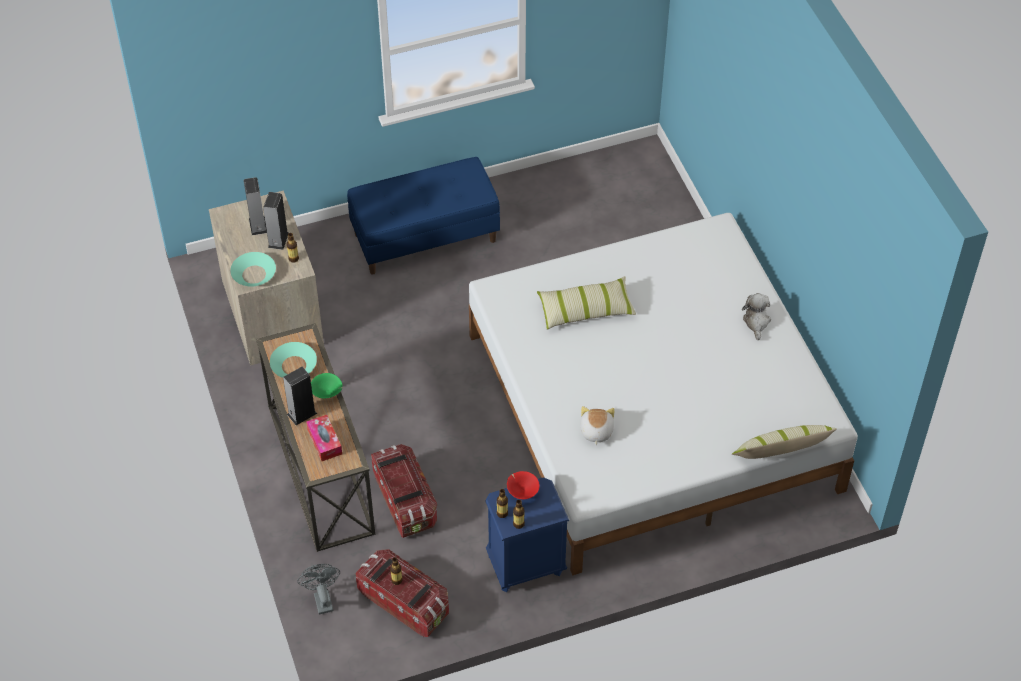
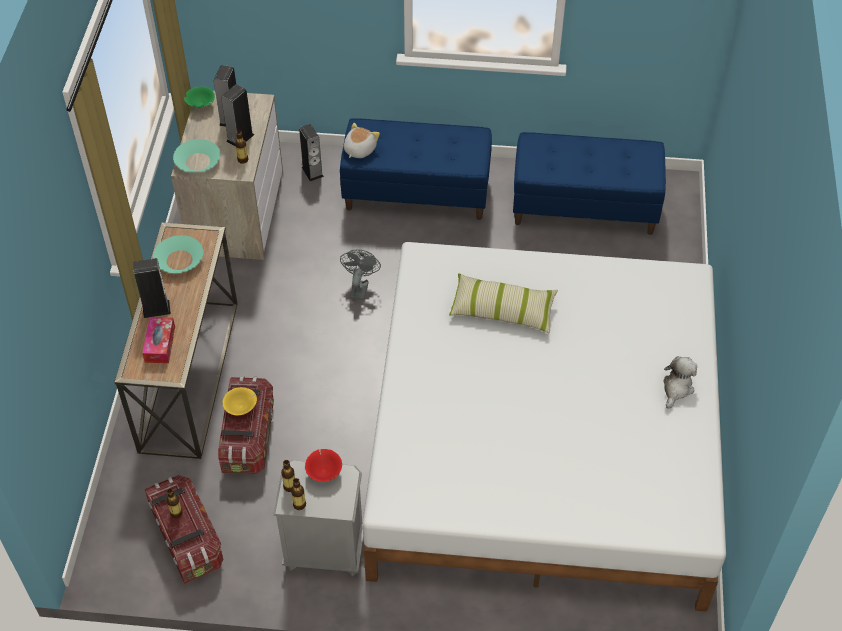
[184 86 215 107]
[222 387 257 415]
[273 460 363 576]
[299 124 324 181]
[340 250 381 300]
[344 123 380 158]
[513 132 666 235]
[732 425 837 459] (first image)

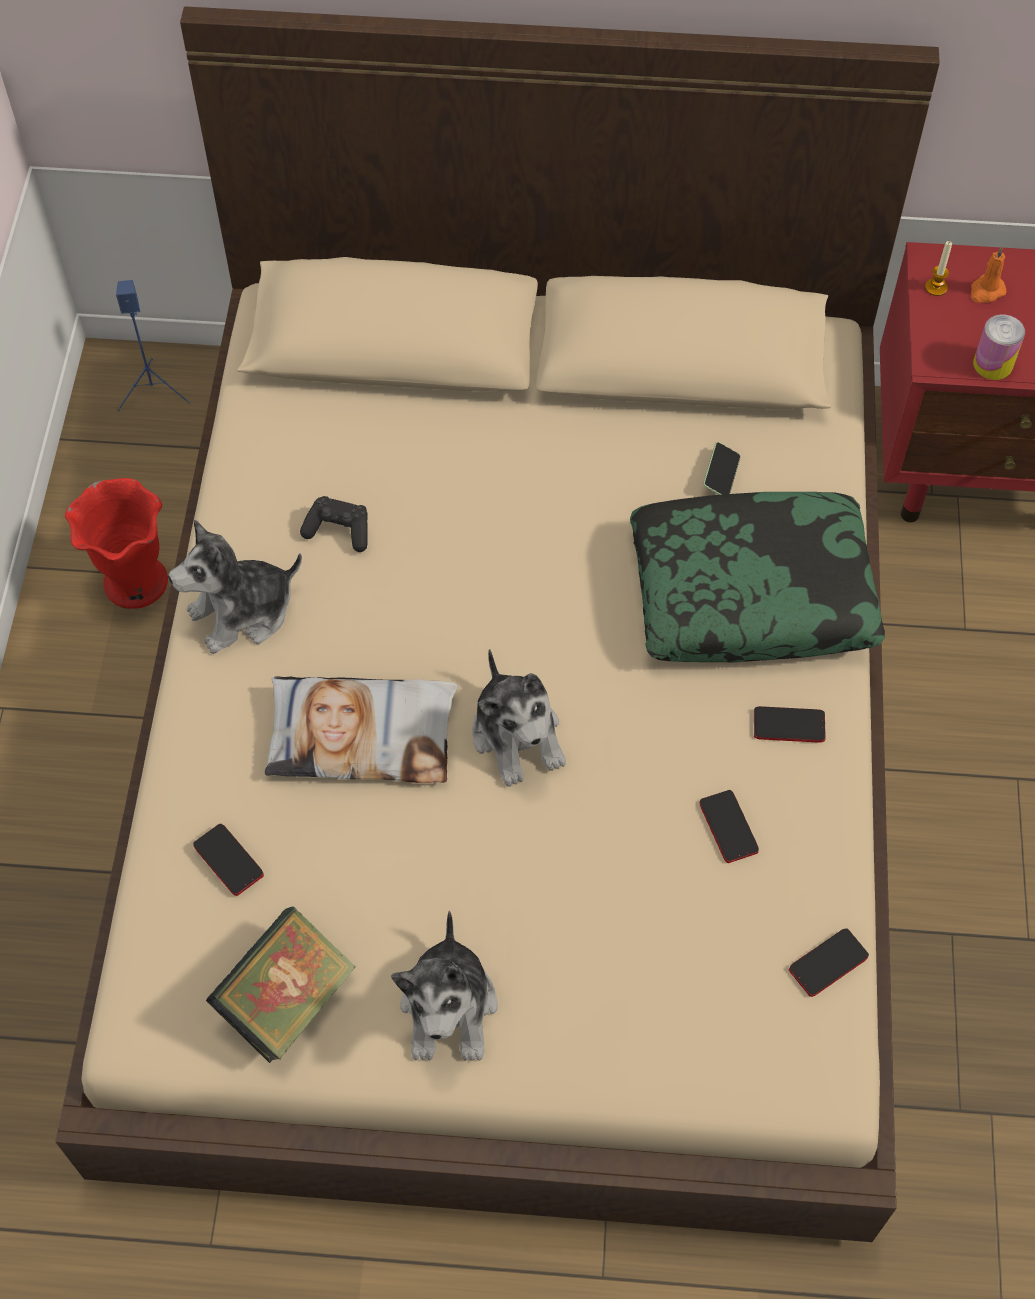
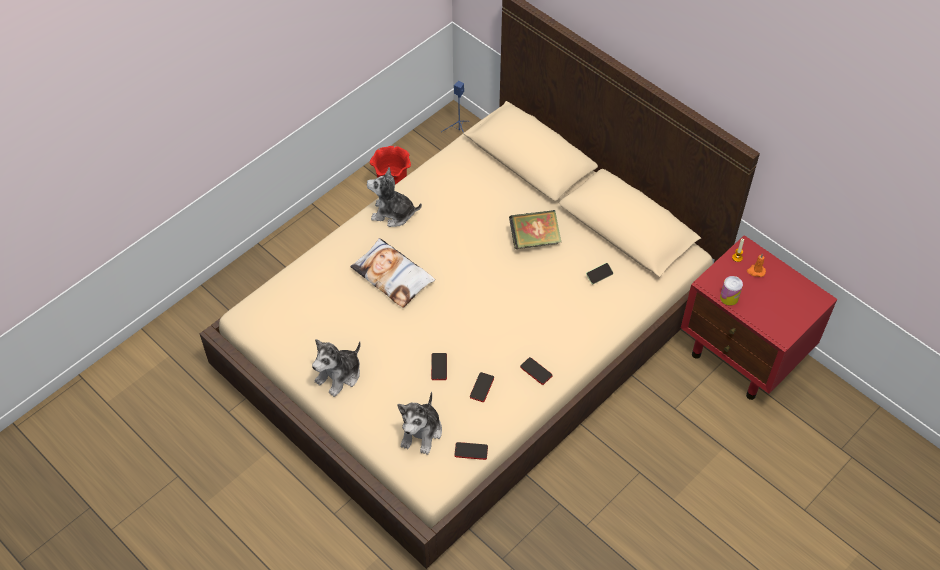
[397 392 442 455]
[431 353 447 380]
[509 210 561 249]
[300 496 368 552] (first image)
[630 492 885 662] (first image)

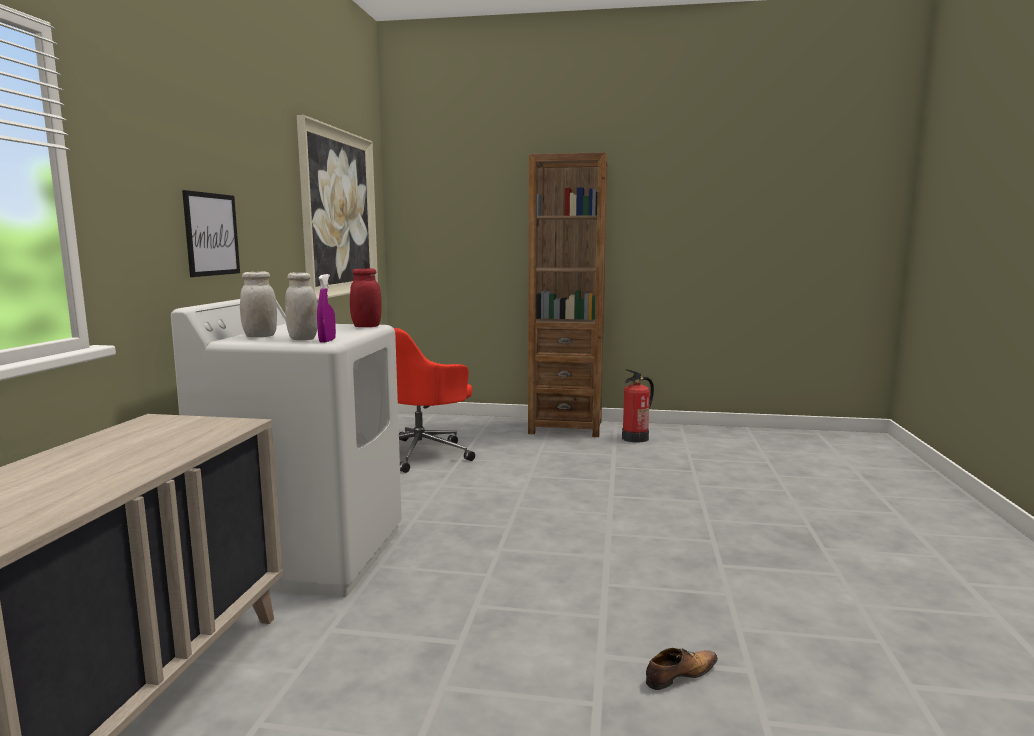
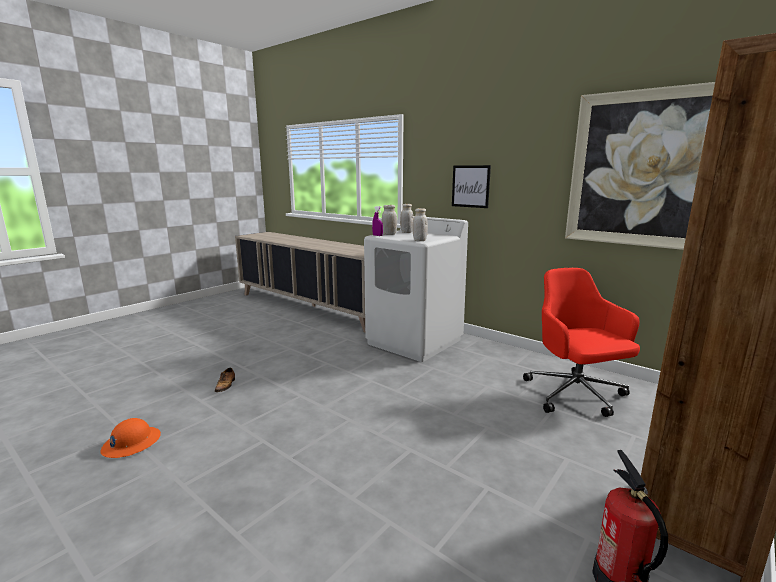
[100 418 161 458]
[412 208 428 241]

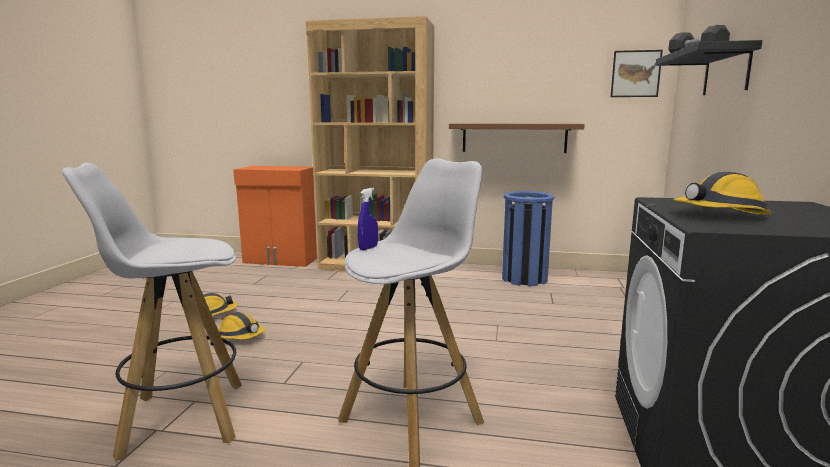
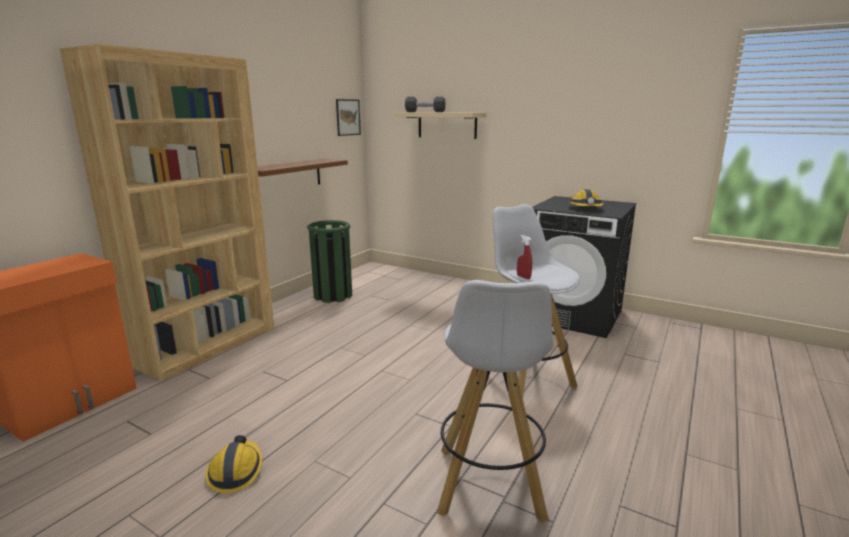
[307 220 352 303]
[395 112 486 139]
[517 235 532 279]
[218 312 265 339] (first image)

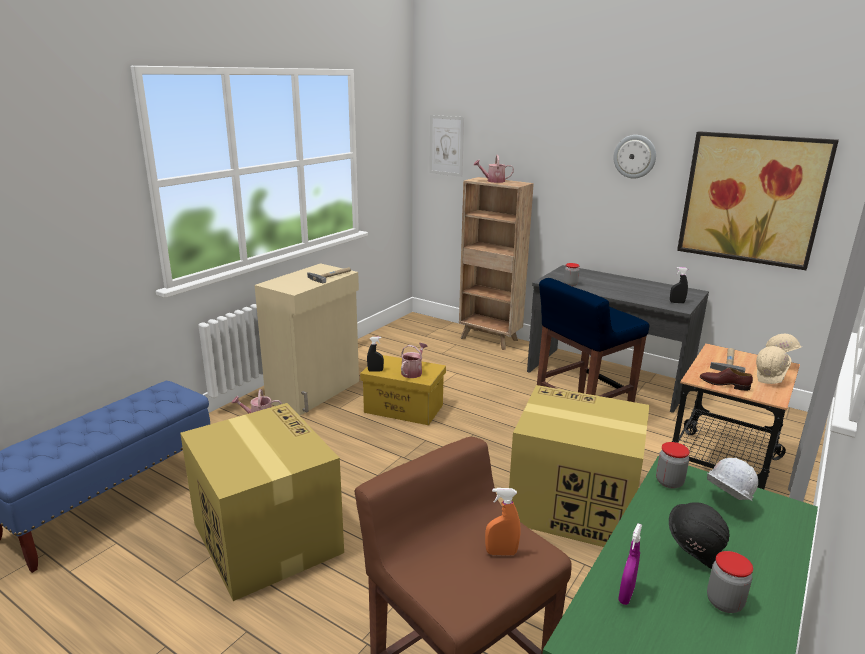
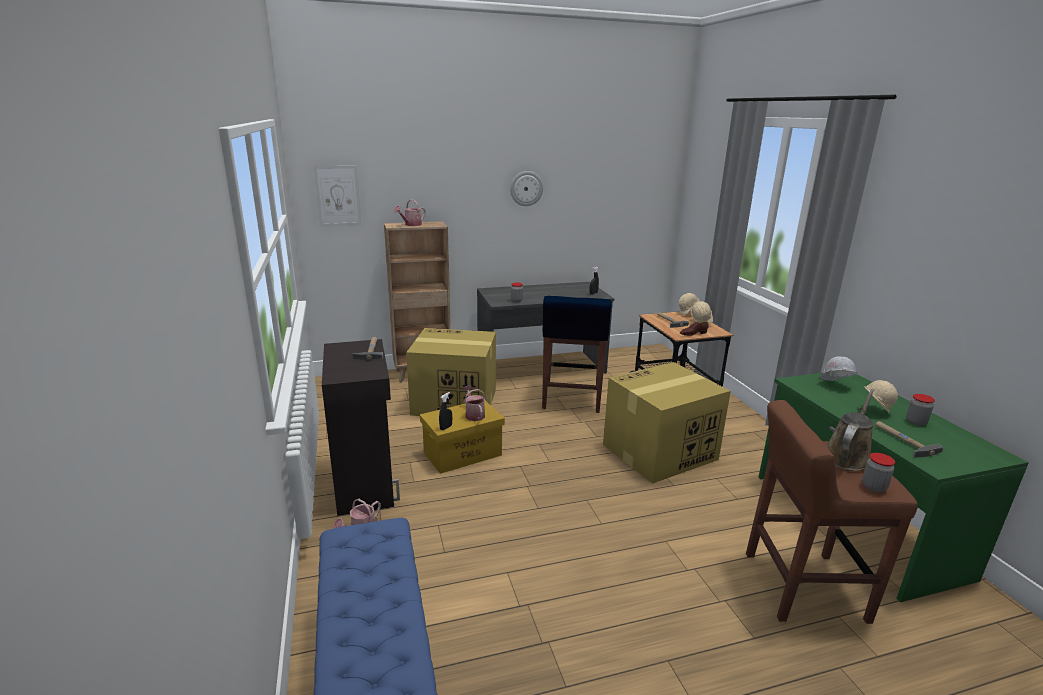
[322 339 400 516]
[406 328 496 416]
[827 389 874 471]
[862 453 895 492]
[864 380 898 413]
[875 421 943 458]
[677 131 839 270] (first image)

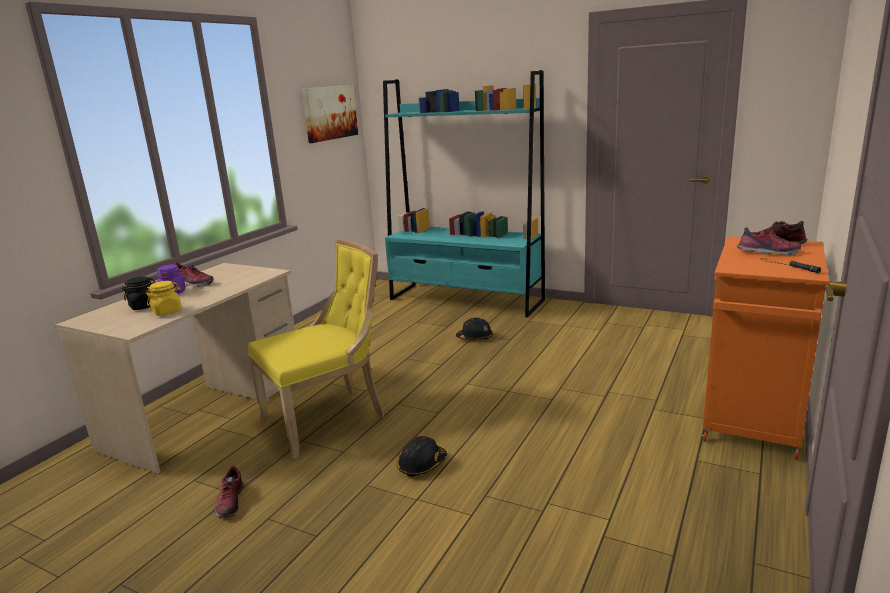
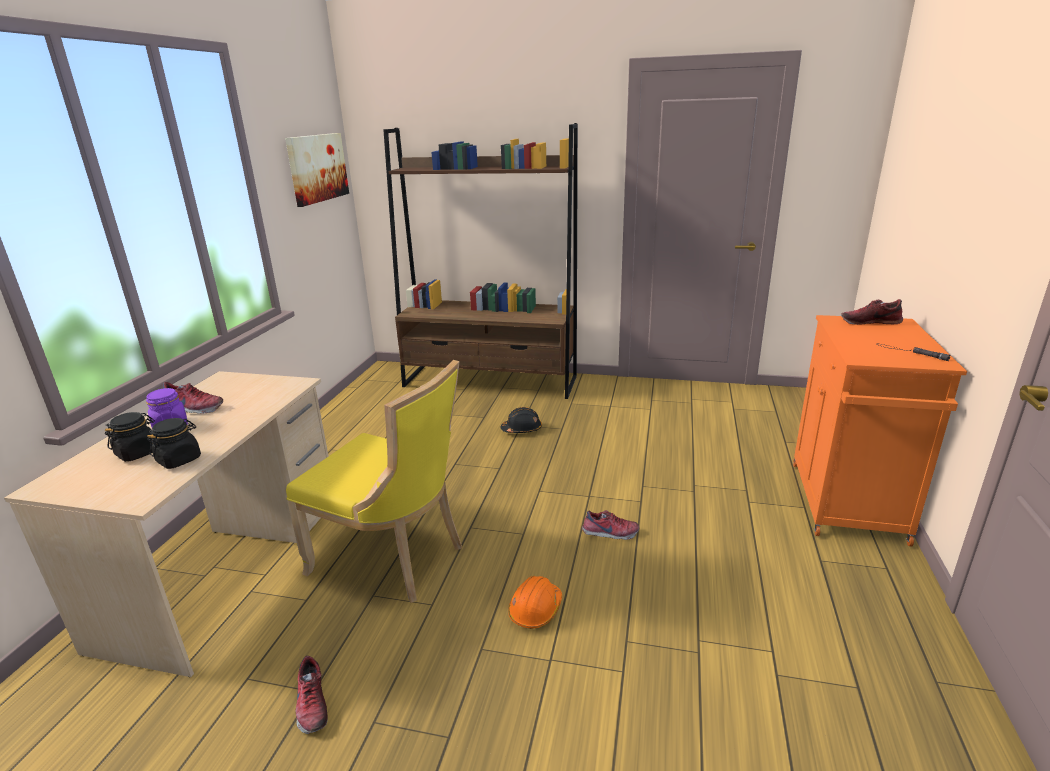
[147 418 201 469]
[286 360 462 603]
[383 123 578 399]
[508 576 562 629]
[581 510 639 540]

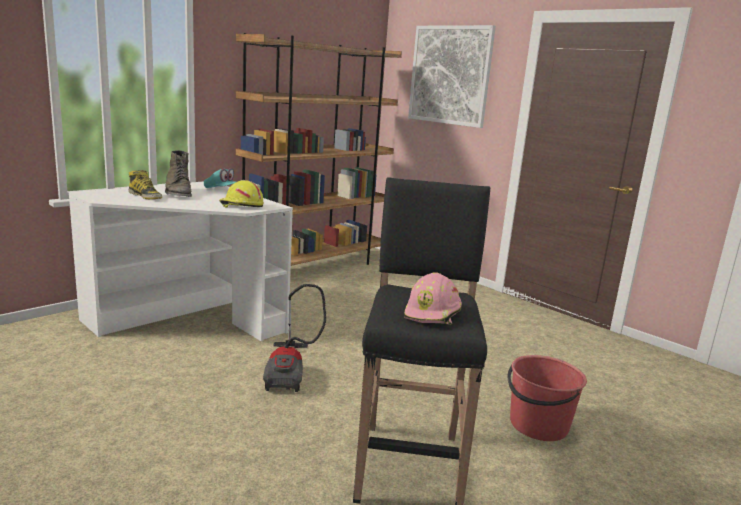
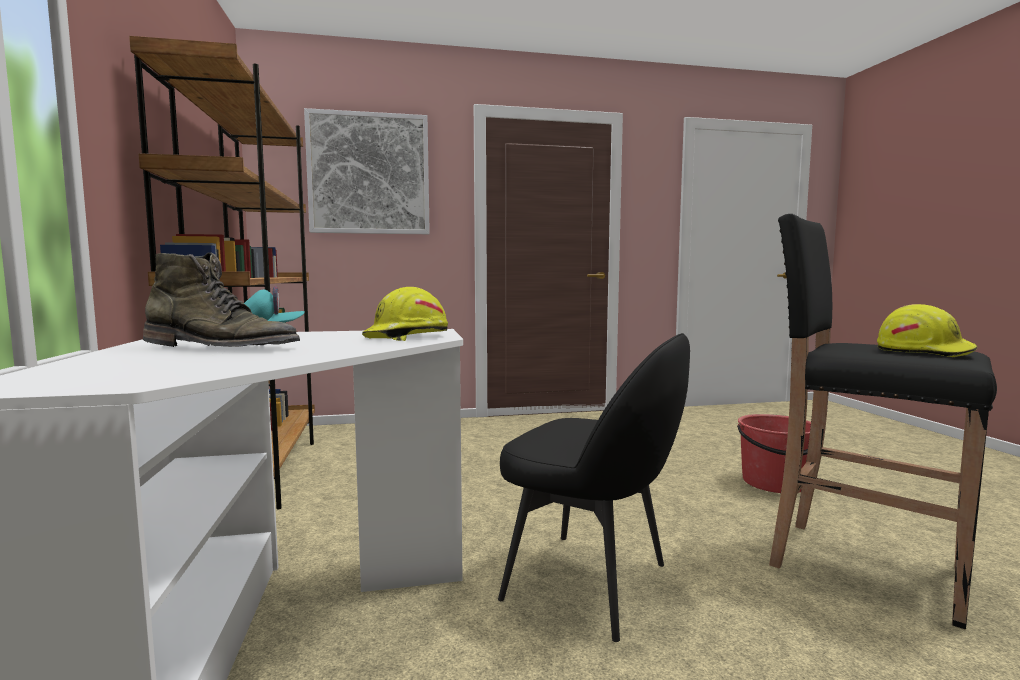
[498 333 690 642]
[877 304 978 357]
[129 170 162 199] (first image)

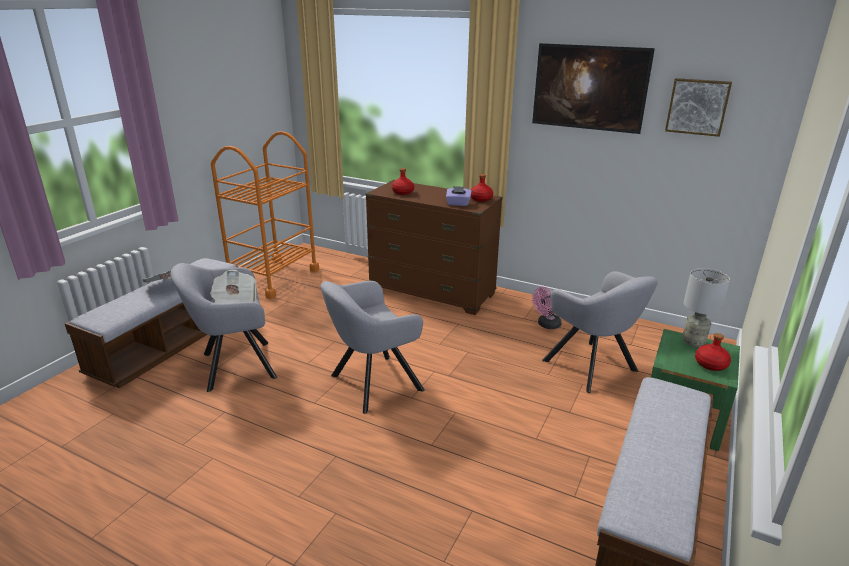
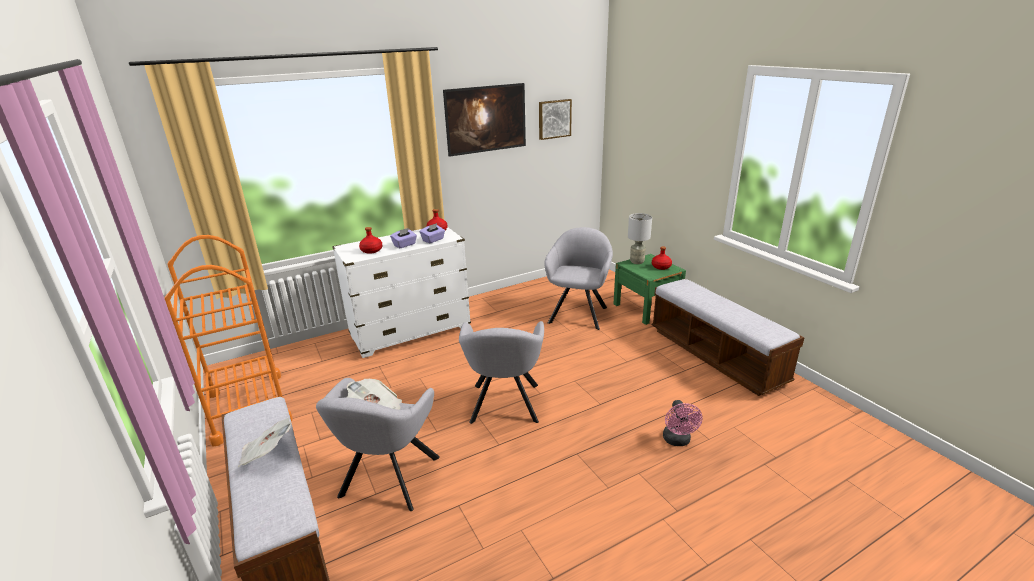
[332 226 471 358]
[390 228 417 248]
[544 227 613 330]
[663 400 703 446]

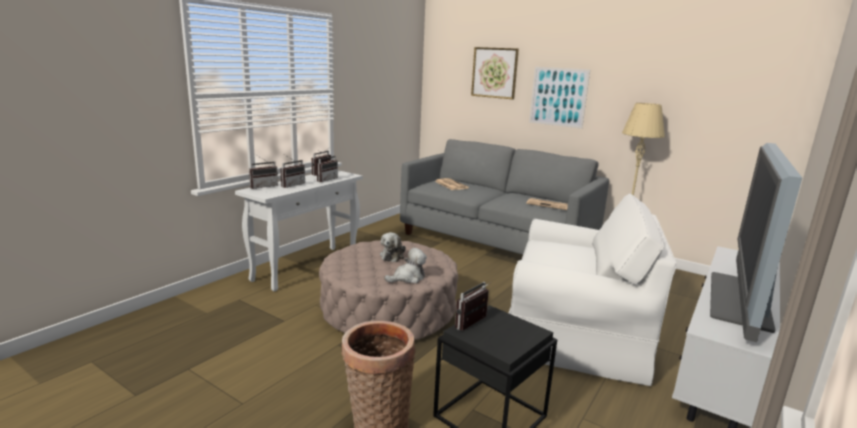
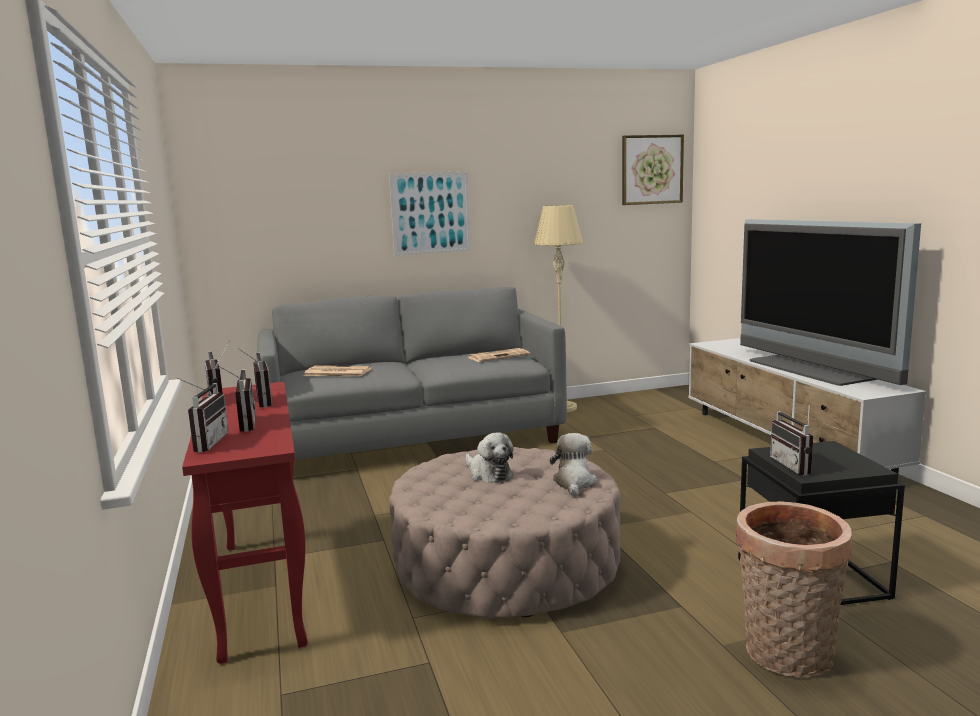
[182 382 308 664]
[622 135 684 205]
[509 193 677 386] (first image)

